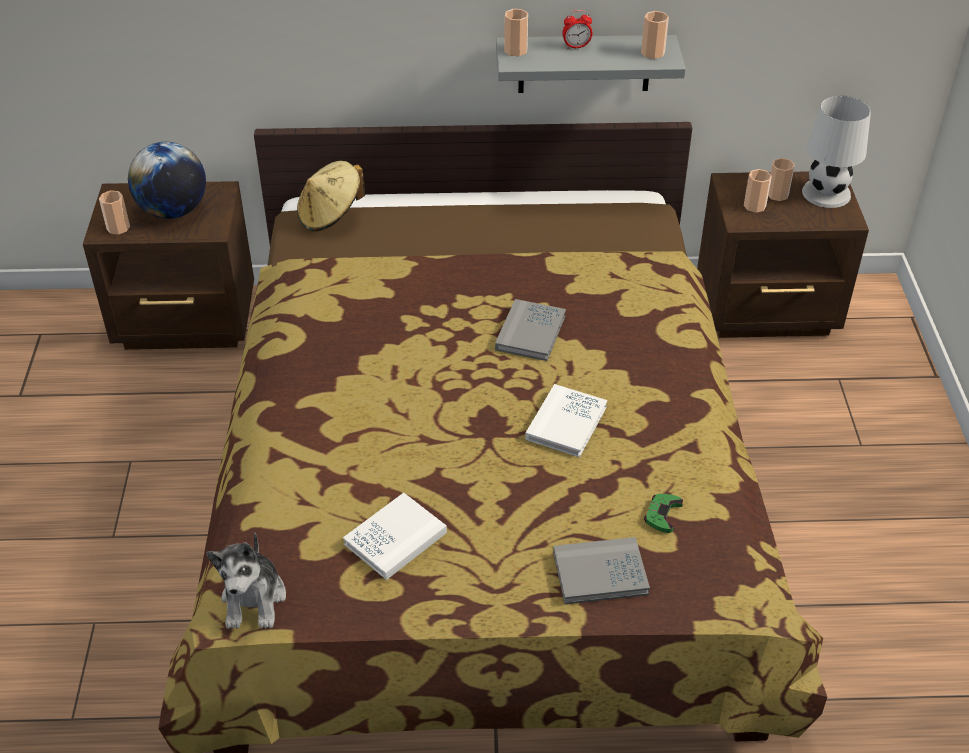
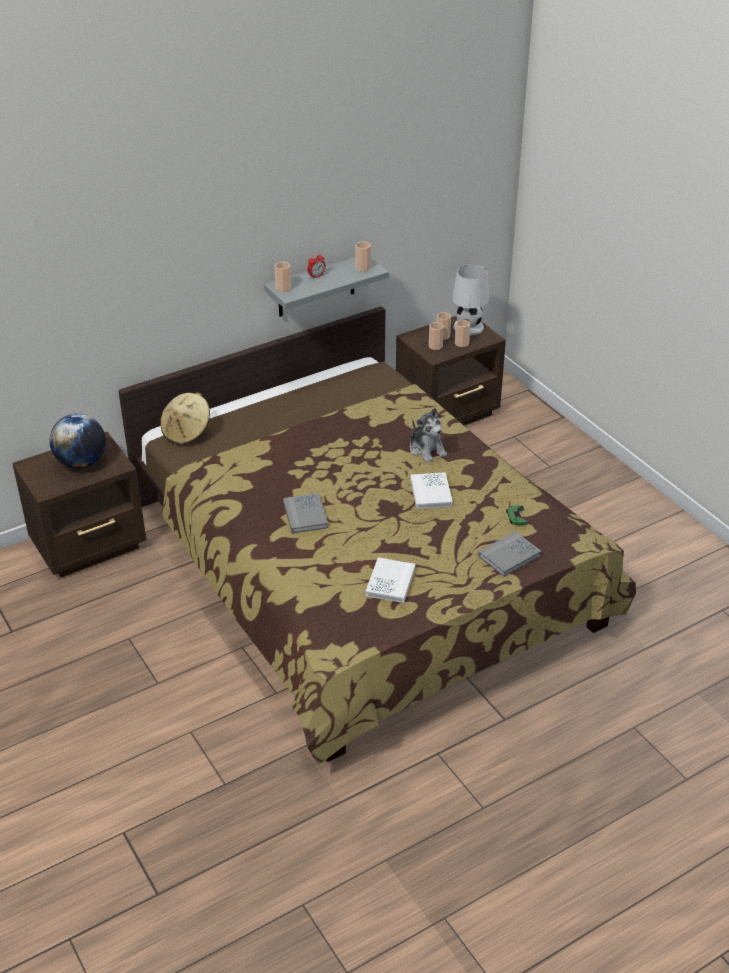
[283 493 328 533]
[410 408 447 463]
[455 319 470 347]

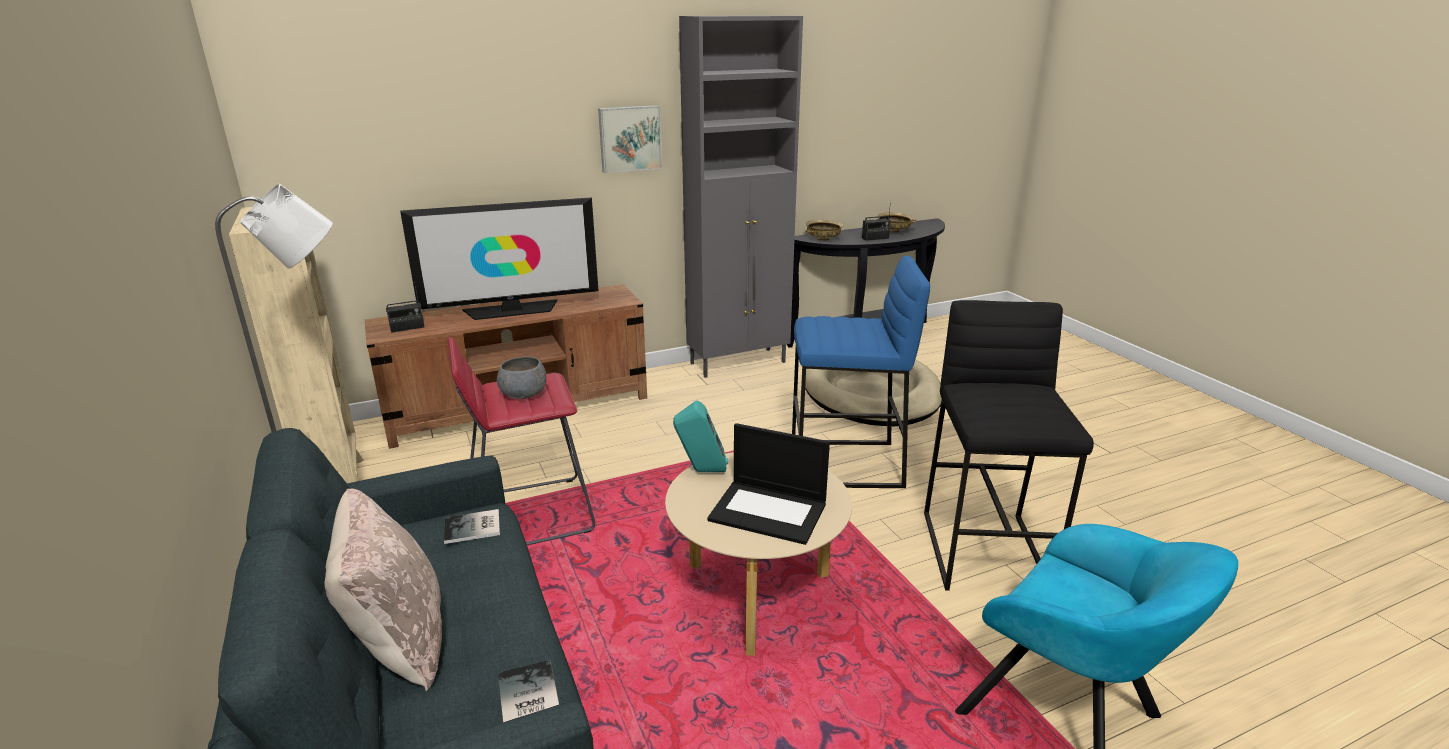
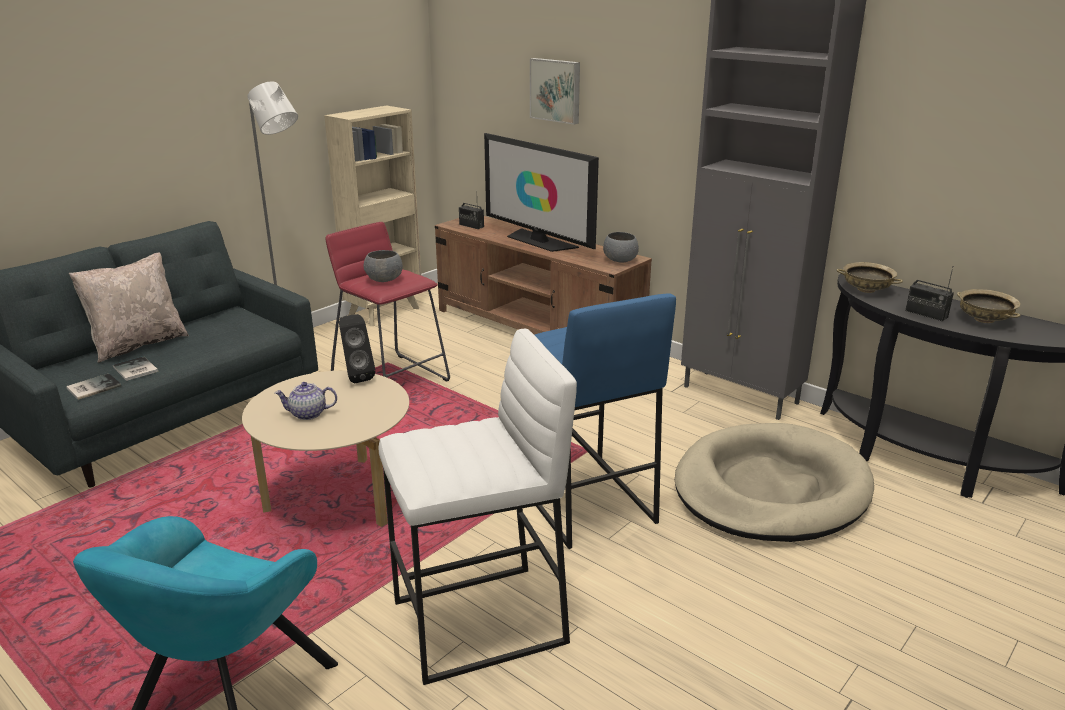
[113 356 158 381]
[274 382 337 420]
[339 314 376 383]
[379 329 577 685]
[530 58 580 125]
[603 232 639 262]

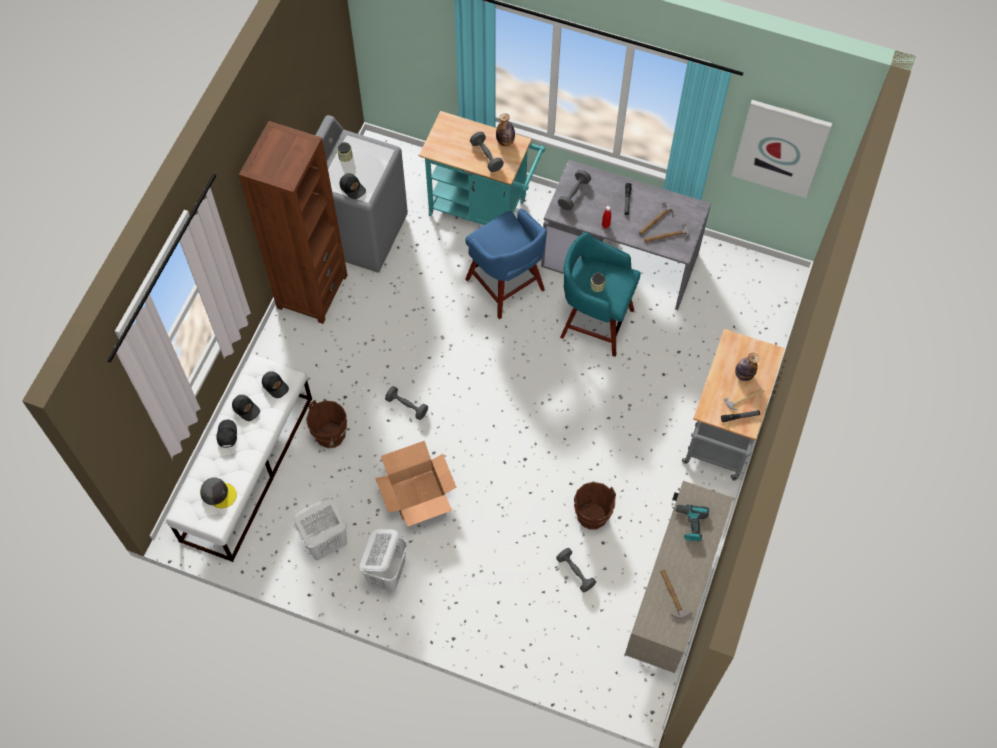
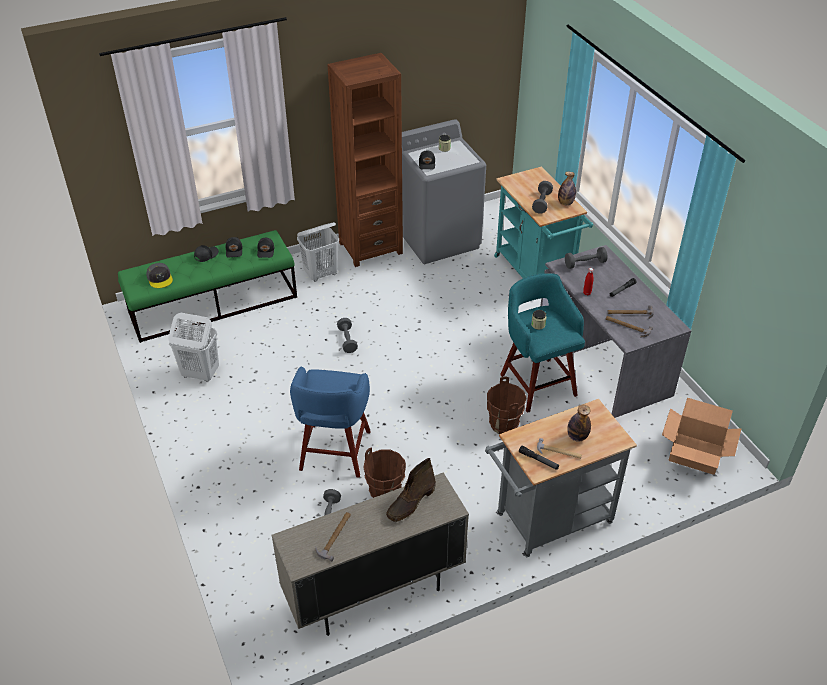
[118 230 297 343]
[290 366 371 477]
[297 222 339 281]
[386 458 436 522]
[487 377 527 434]
[662 398 742 475]
[732 100 832 198] (first image)

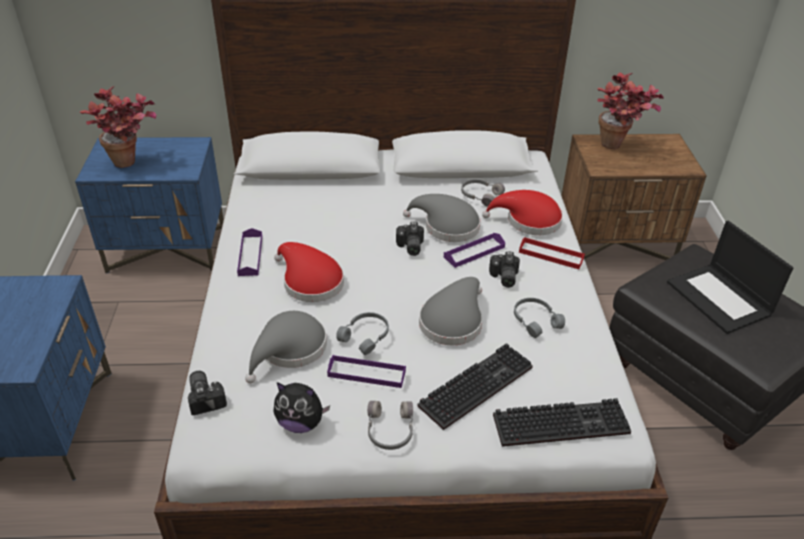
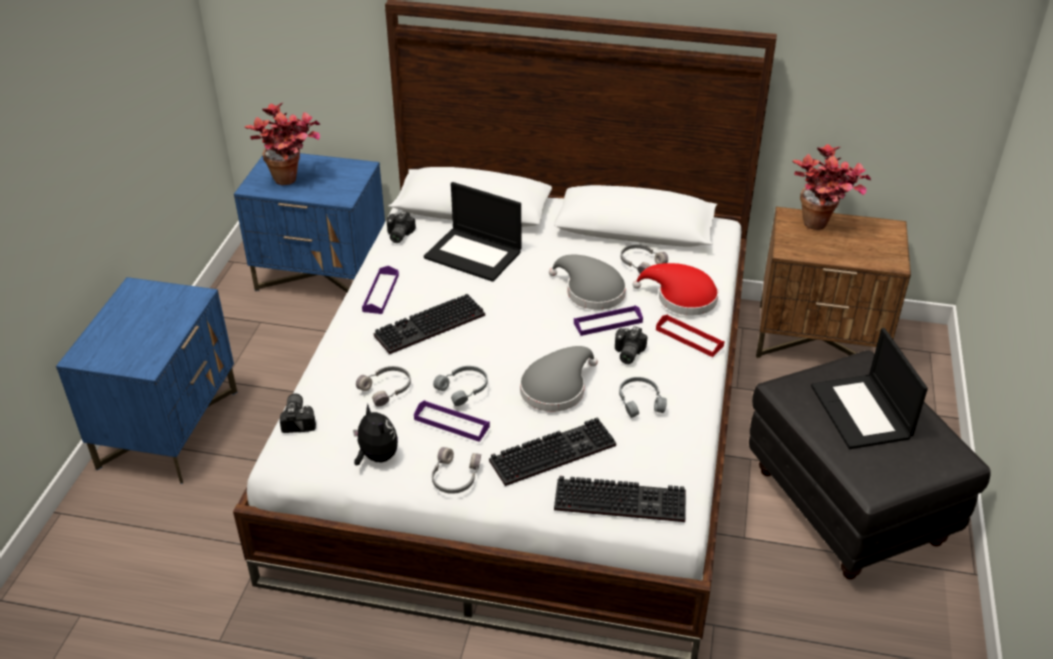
[353 404 398 465]
[356 366 411 406]
[374 294 485 354]
[386 211 416 243]
[424 182 521 282]

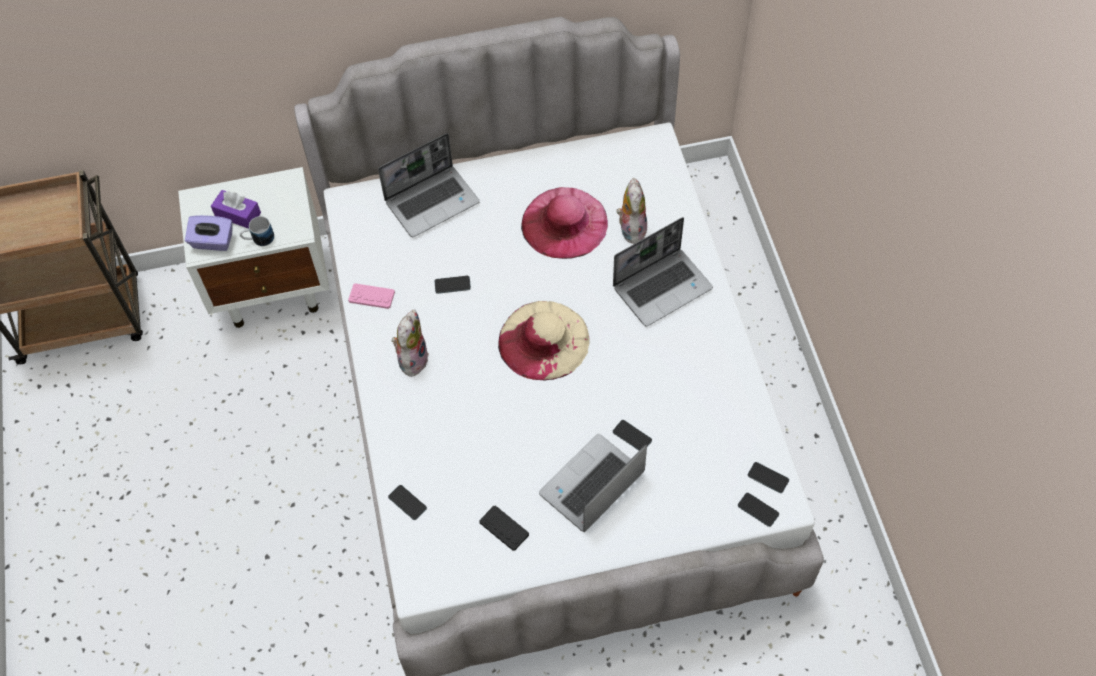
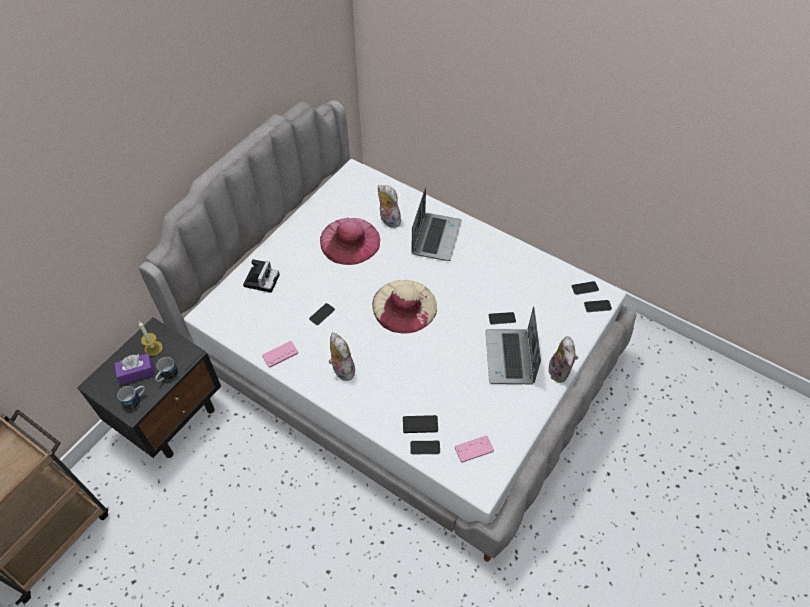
[77 317 221 458]
[117 386 145 410]
[139 322 163 356]
[243 259 280 293]
[403 415 438 433]
[455 435 494 463]
[548 336 578 383]

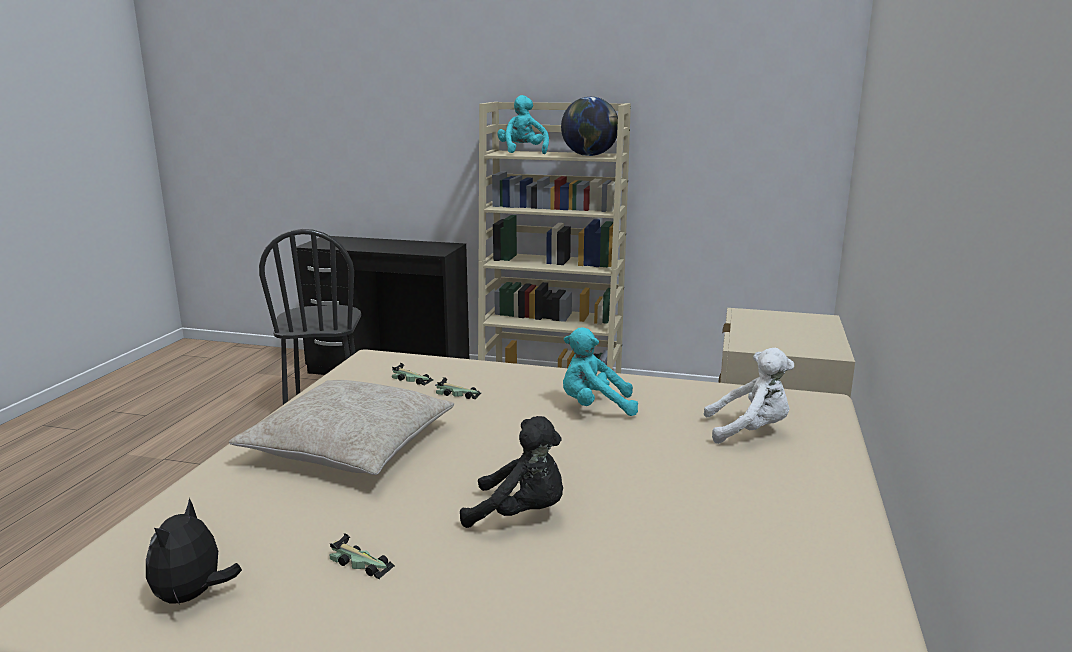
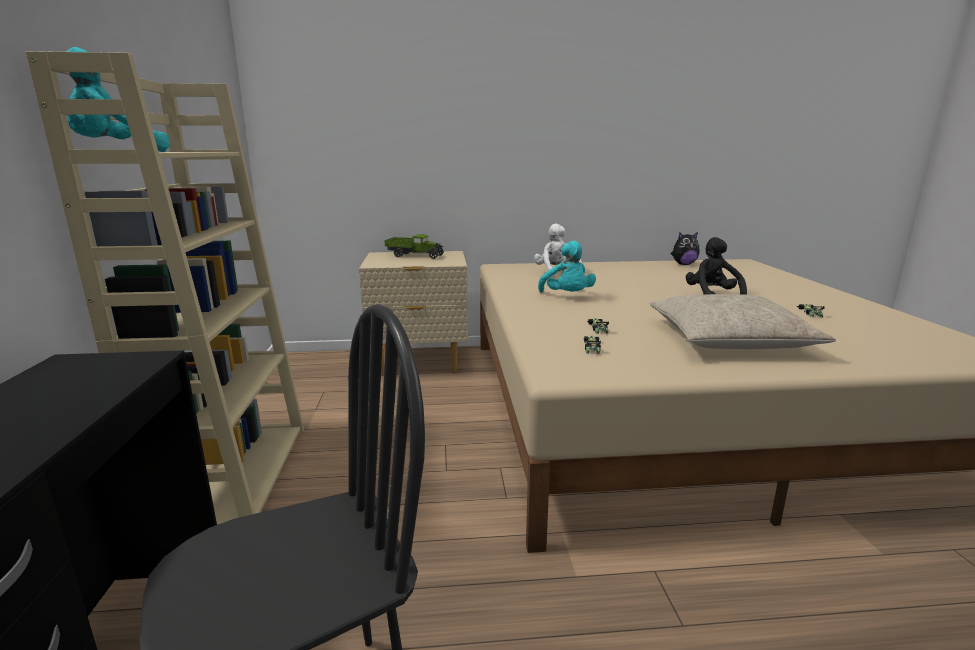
[384 234 444 259]
[671 232 699 265]
[561 97 618 156] (first image)

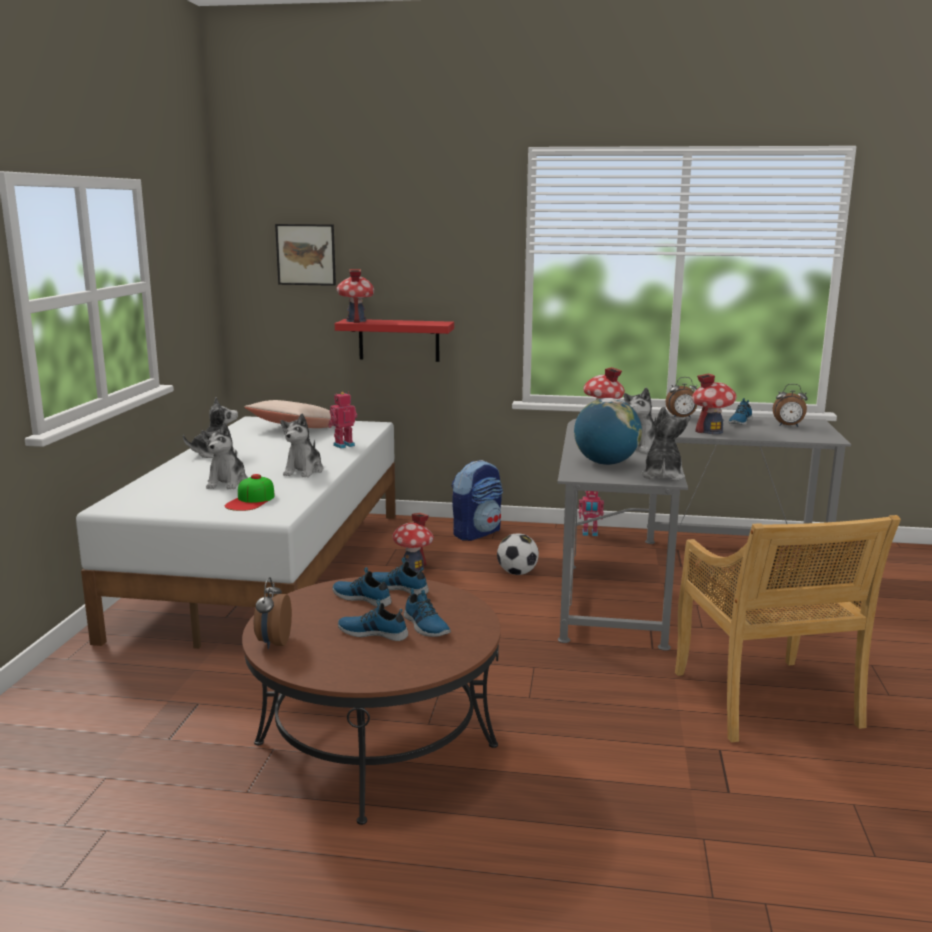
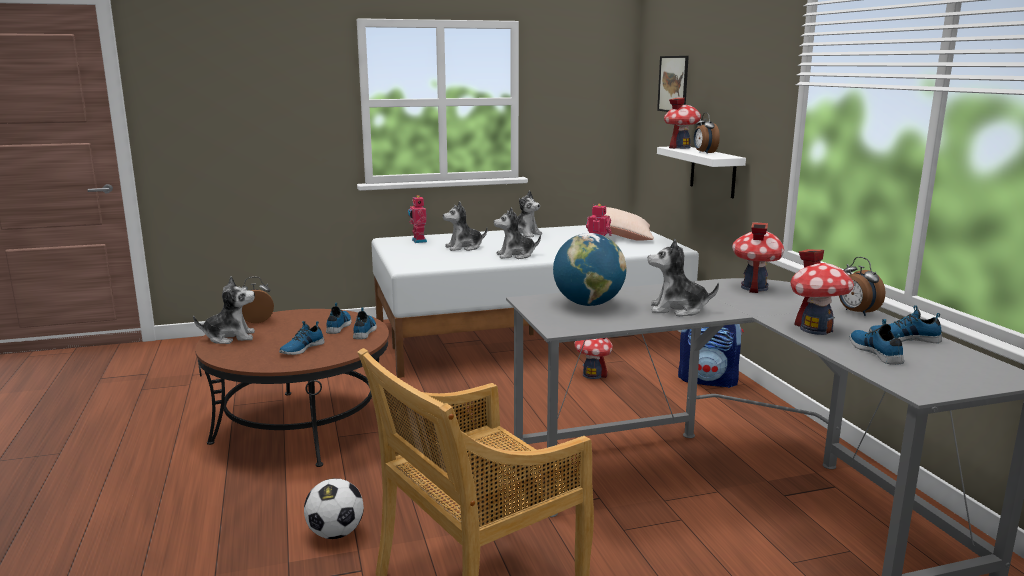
[193 276 255 344]
[304 478 364 539]
[408 195 427 243]
[657 147 746 198]
[694 112 720 153]
[849 319 904 365]
[225 474 275 511] (first image)

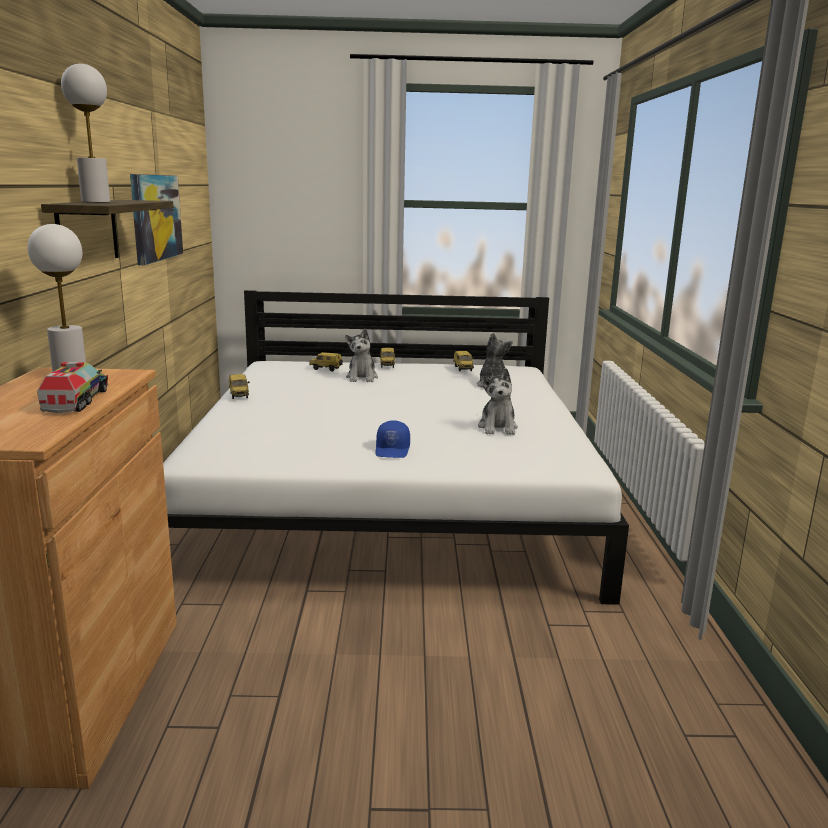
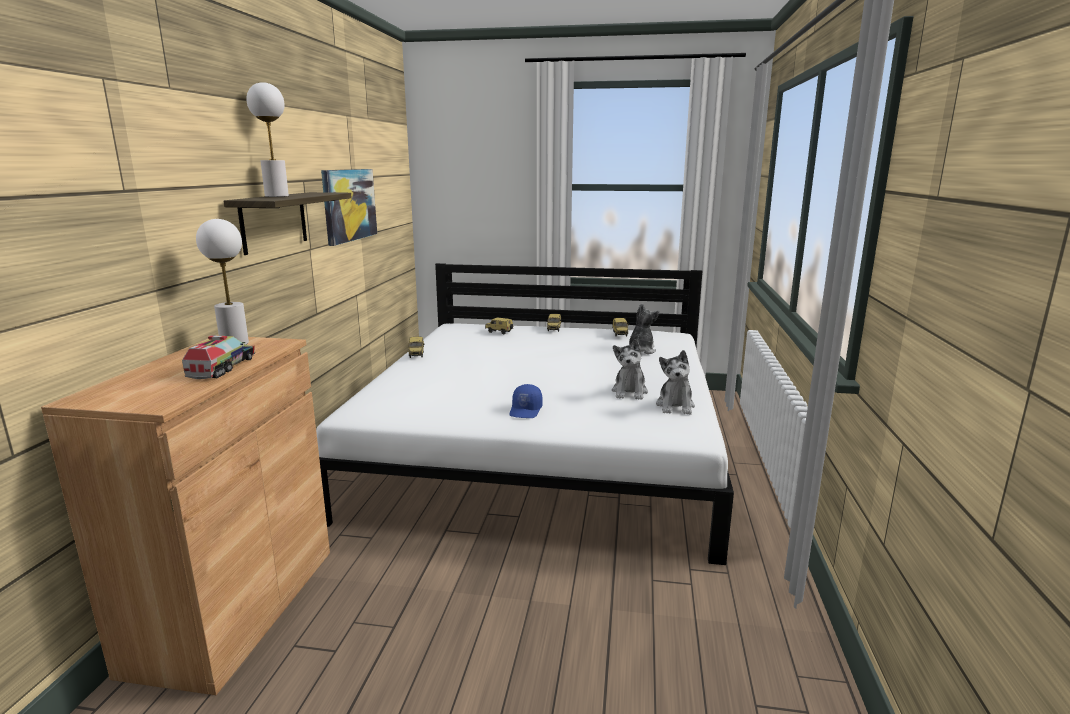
[656 350 695 415]

